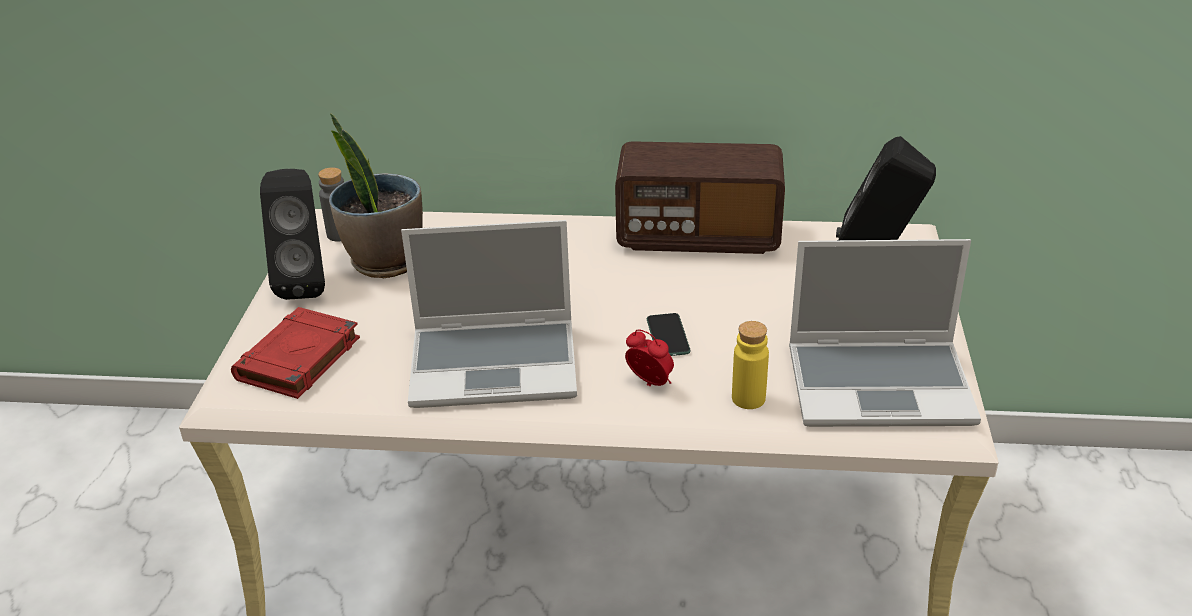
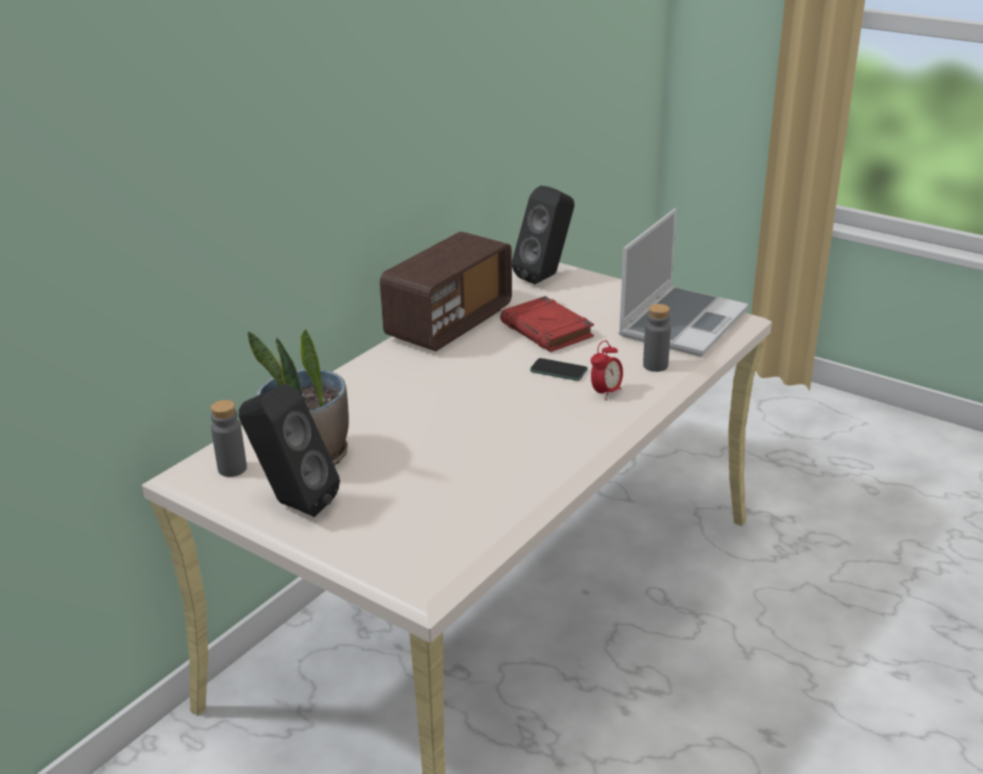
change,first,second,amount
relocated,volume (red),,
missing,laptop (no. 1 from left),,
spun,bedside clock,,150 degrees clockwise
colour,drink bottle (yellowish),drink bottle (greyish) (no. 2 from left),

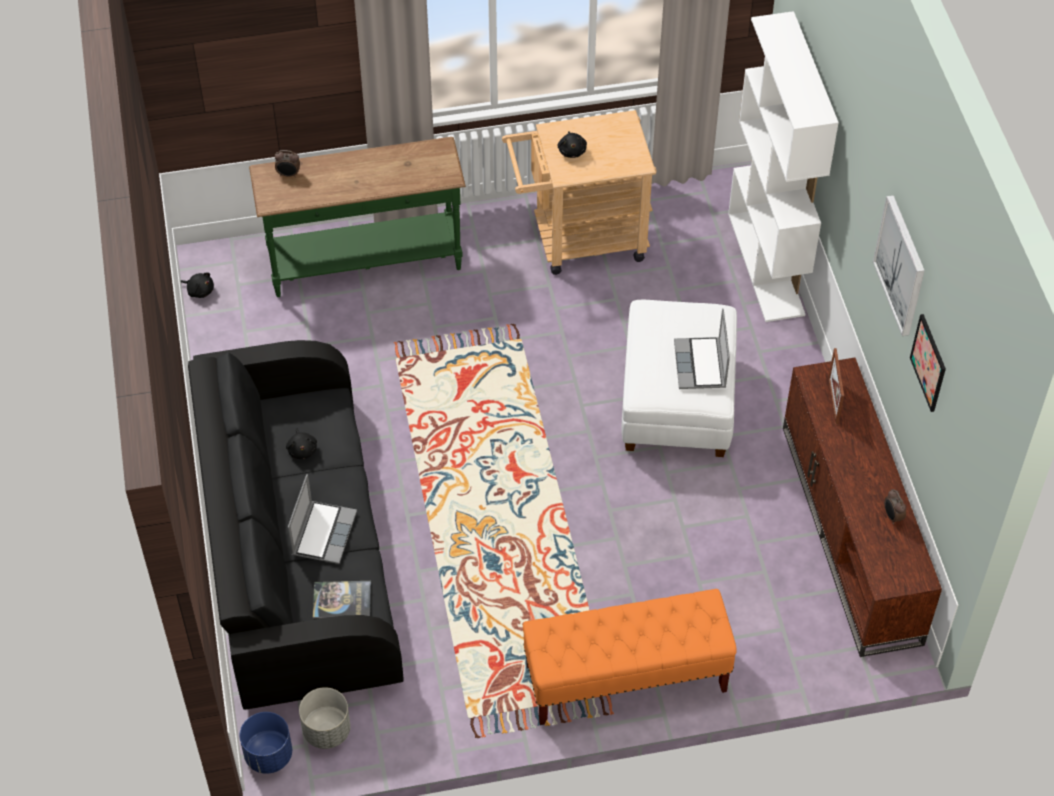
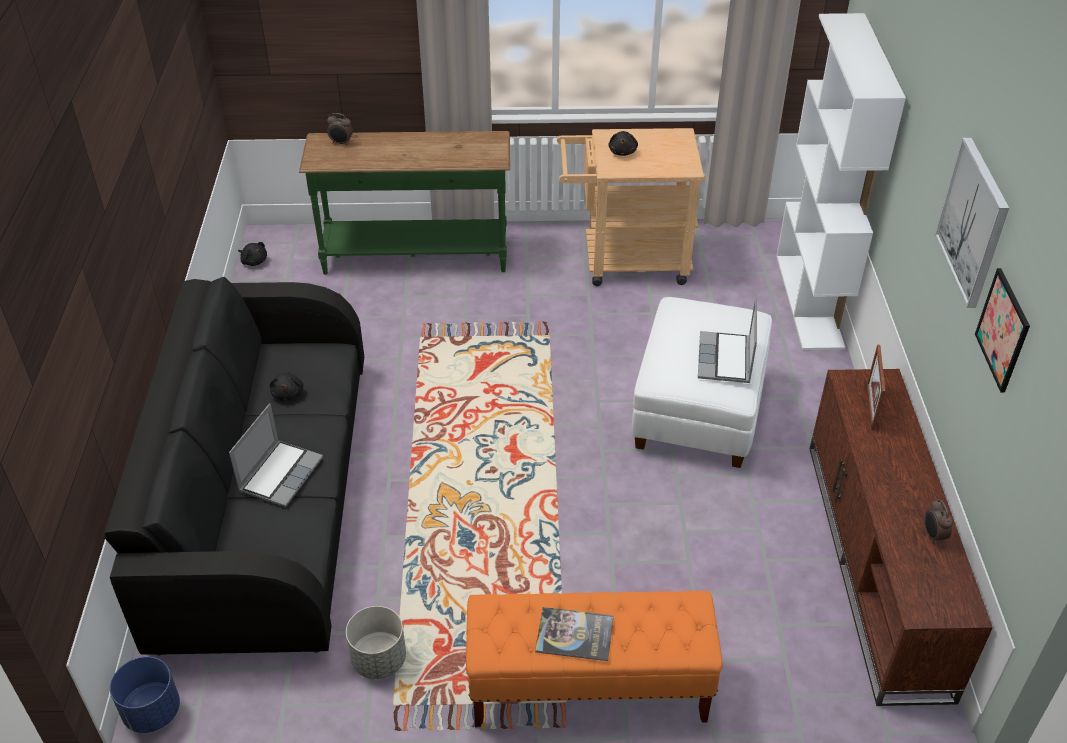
change,first,second,amount
relocated,flower pot (greyish),,
relocated,volume,,

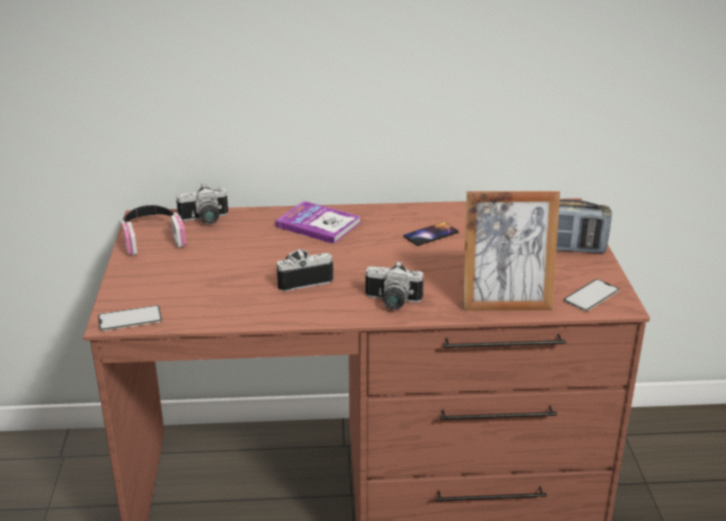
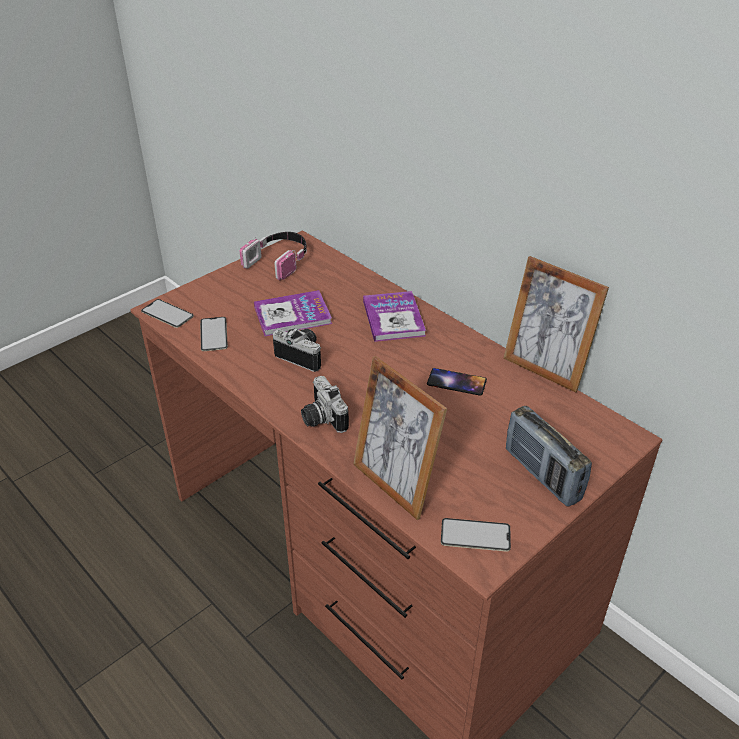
change,first,second,amount
missing,photo camera (no. 1 from left),,
appeared,,telephone (no. 2 from left),
appeared,,volume (no. 1 from left),
appeared,,picture frame (no. 2 from left),

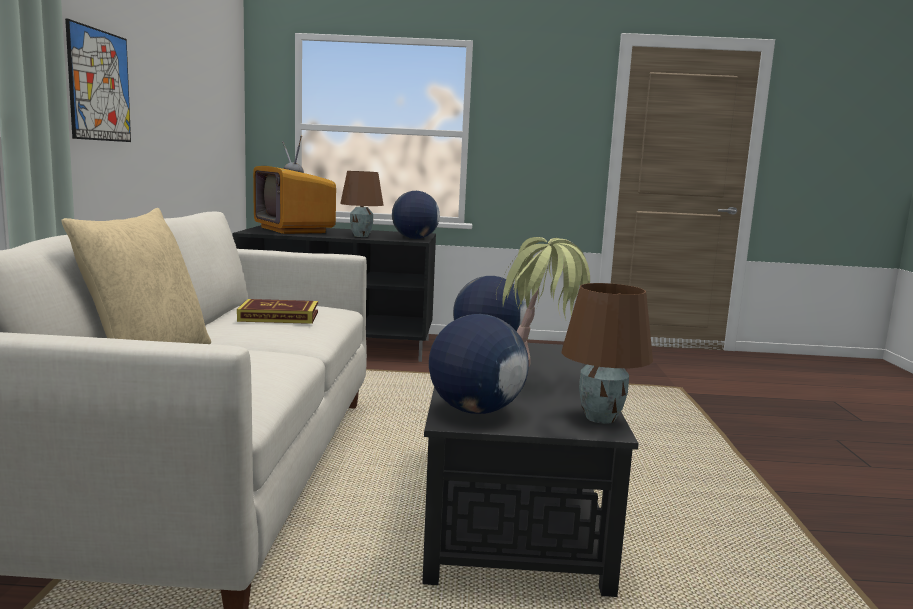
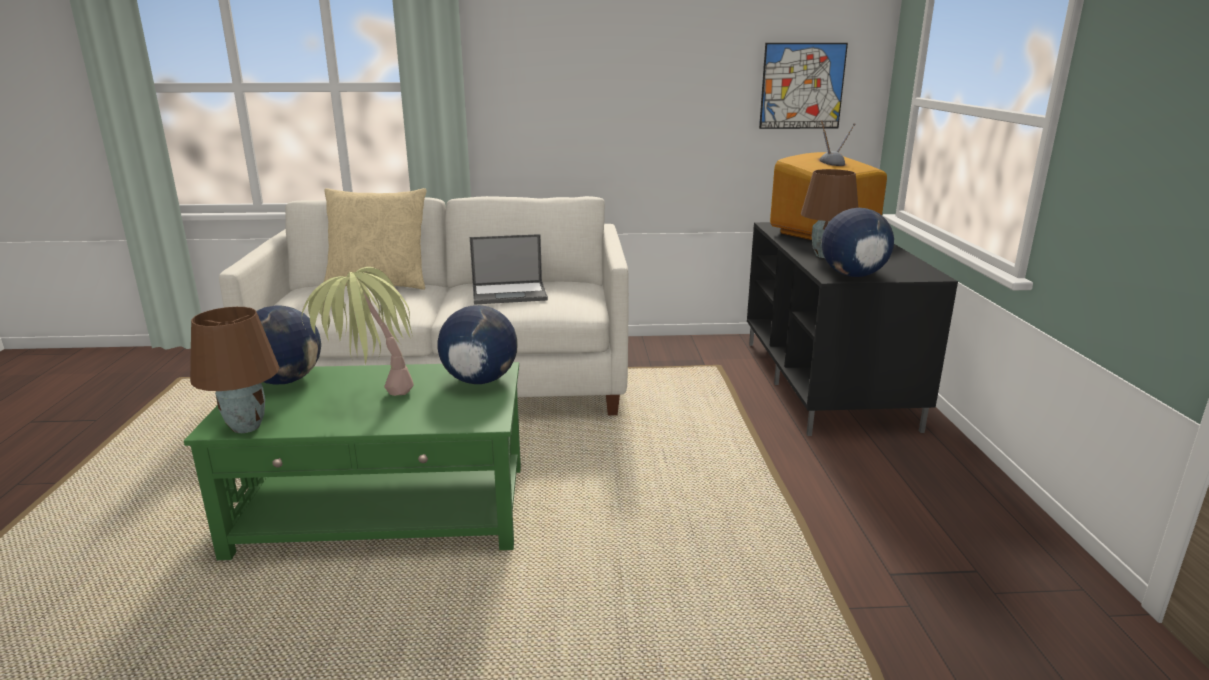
change,first,second,amount
relocated,picture,,
exchanged,volume,laptop,
colour,coffee table (black-coloured),coffee table (green),

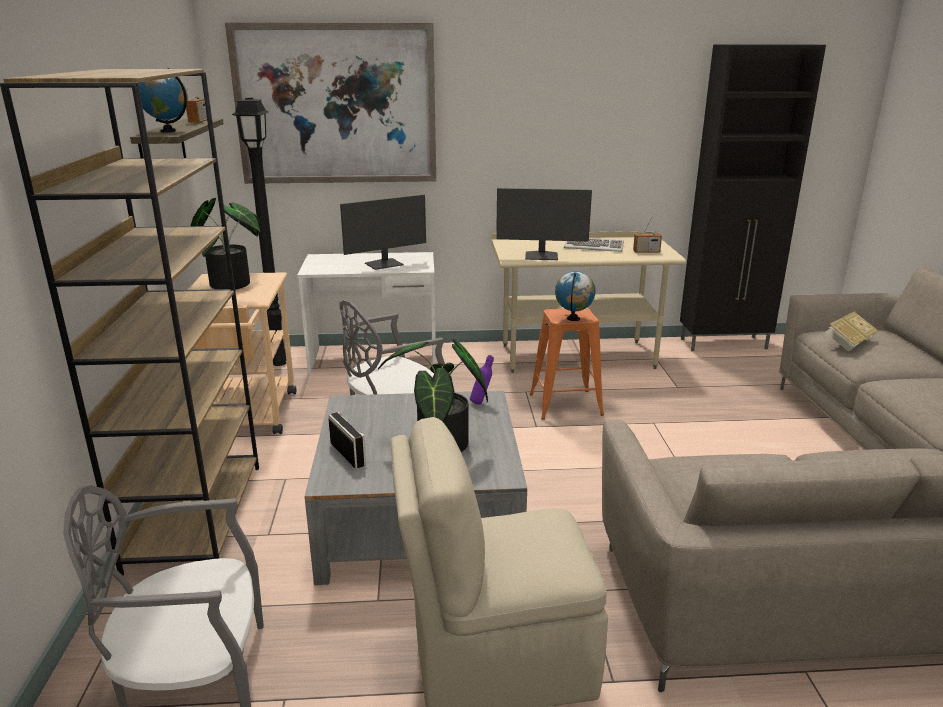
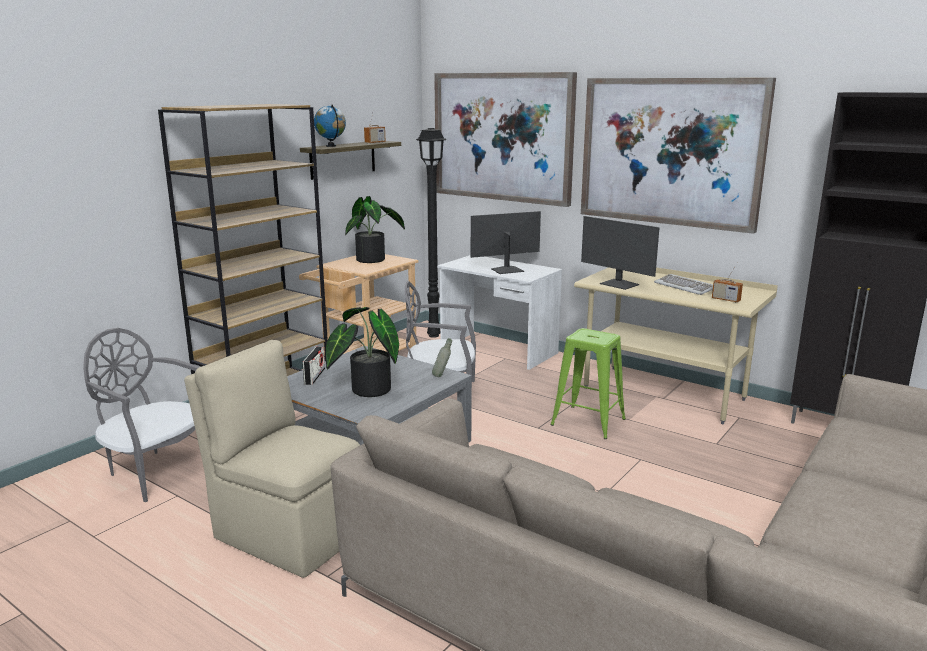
change,first,second,amount
spun,computer display (no. 1 from left),,150 degrees clockwise
colour,drink bottle (purplish),drink bottle (greyish),
colour,stool (orangey),stool (green),
missing,world globe (no. 2 from left),,
missing,volume,,
appeared,,picture (no. 2 from left),

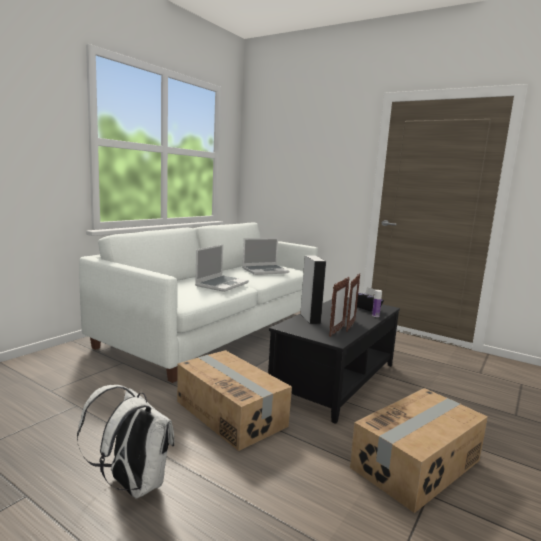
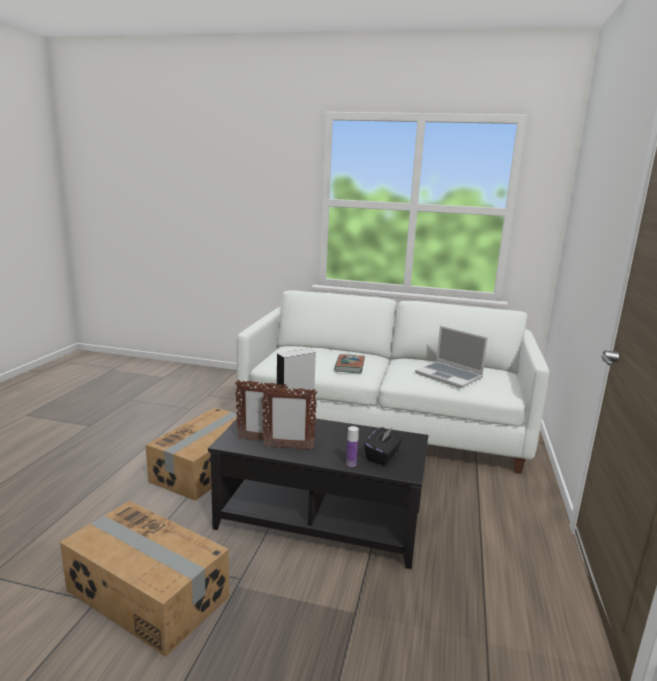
change,first,second,amount
missing,backpack (whitish),,
exchanged,laptop (no. 1 from left),volume,

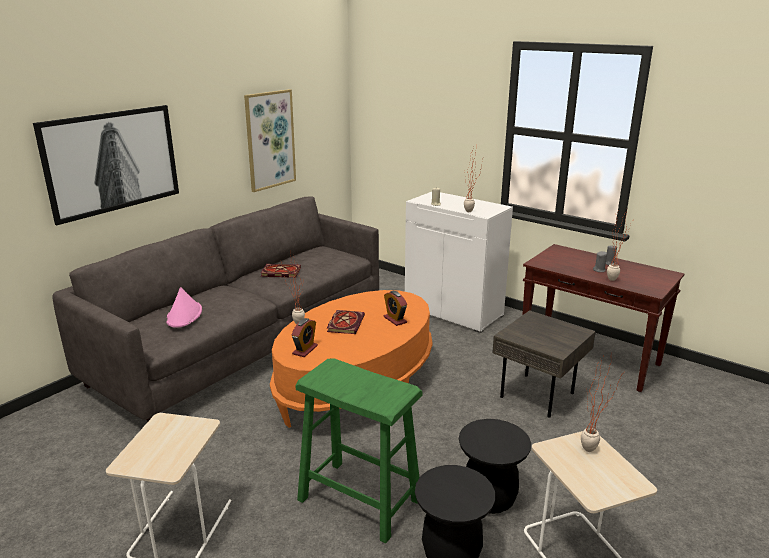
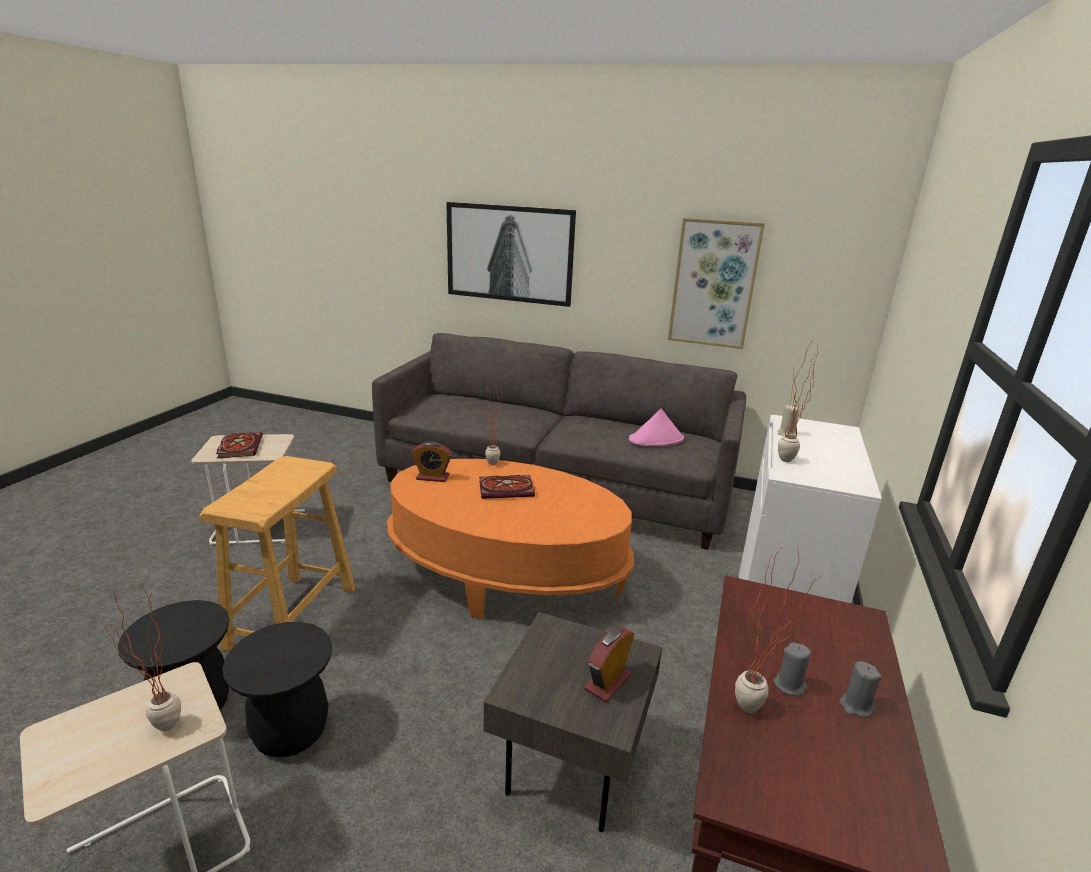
change,first,second,amount
relocated,clothing hat (pink),,
relocated,volume (no. 1 from left),,
colour,stool (green),stool (sand-coloured),
relocated,bedside clock (no. 2 from left),,

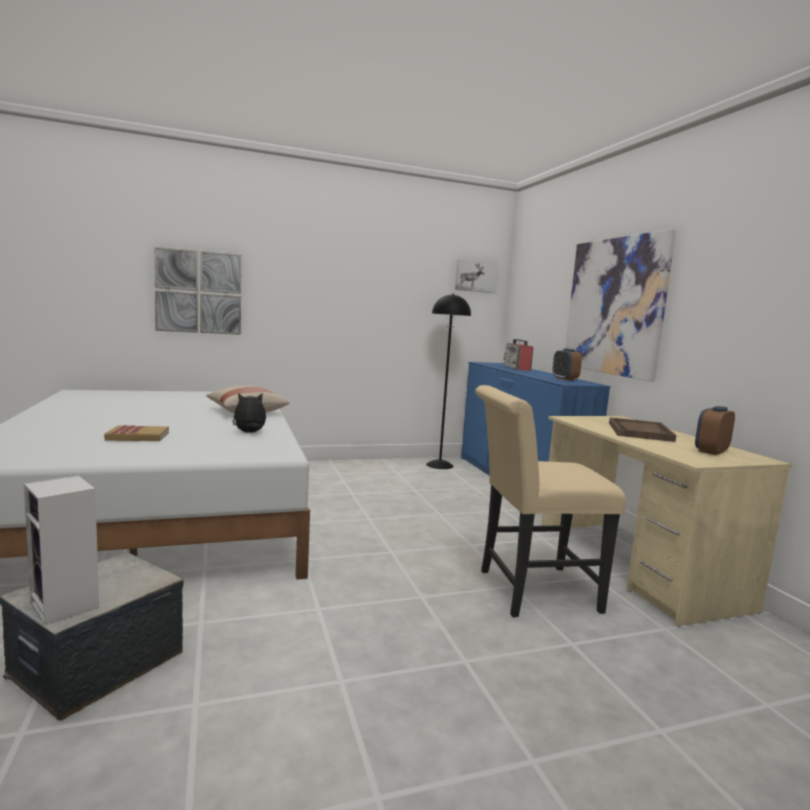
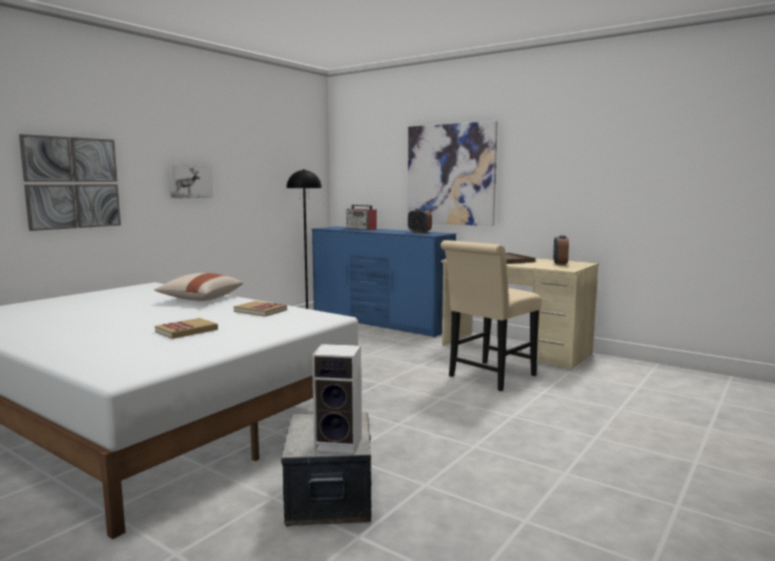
change,first,second,amount
exchanged,cuddly toy,volume (no. 2 from left),
relocated,picture (no. 2 from left),,

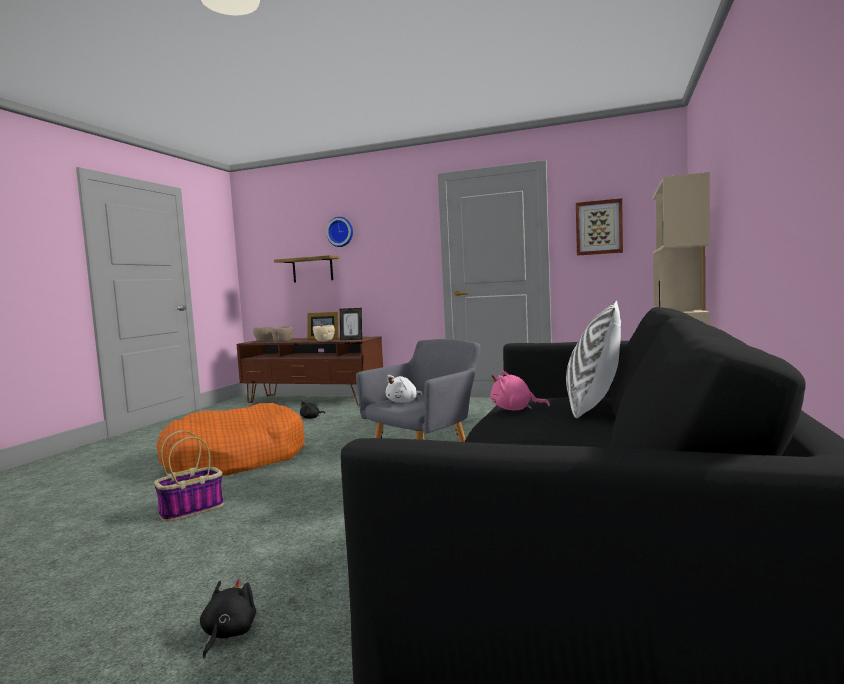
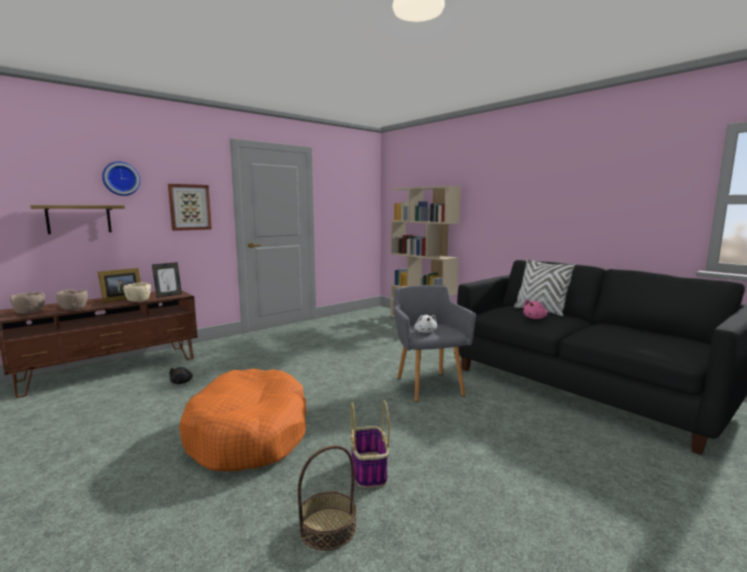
change,first,second,amount
missing,cuddly toy (black-coloured) (no. 1 from left),,
relocated,picture,,
appeared,,household basket (no. 1 from left),

